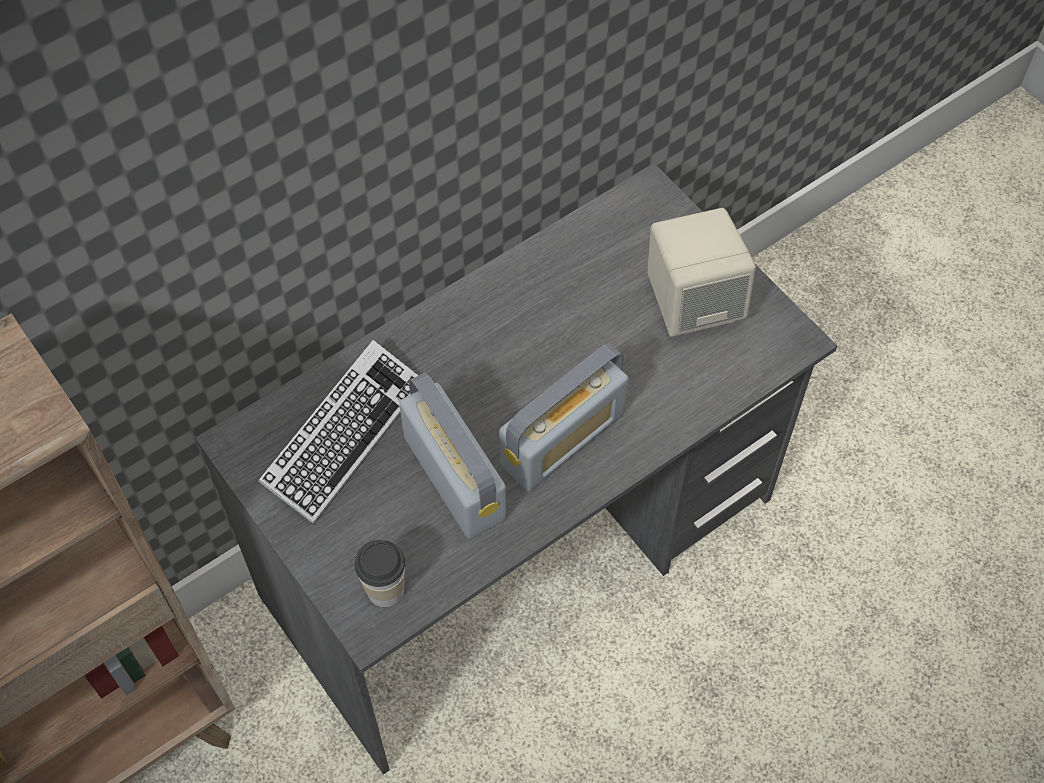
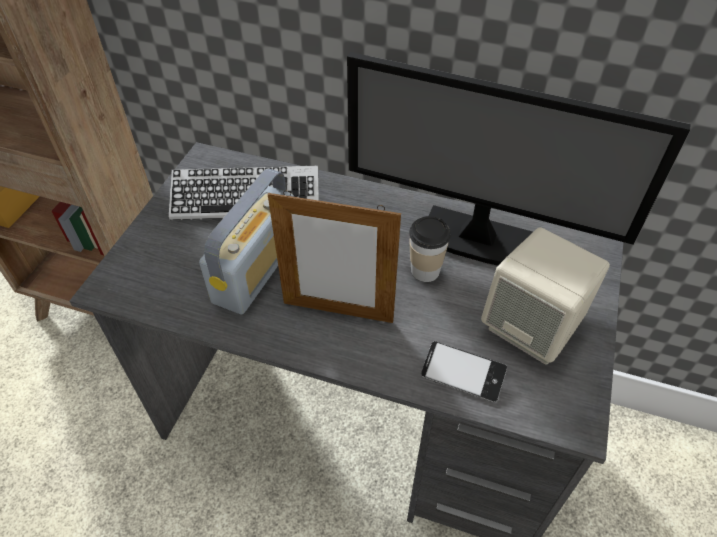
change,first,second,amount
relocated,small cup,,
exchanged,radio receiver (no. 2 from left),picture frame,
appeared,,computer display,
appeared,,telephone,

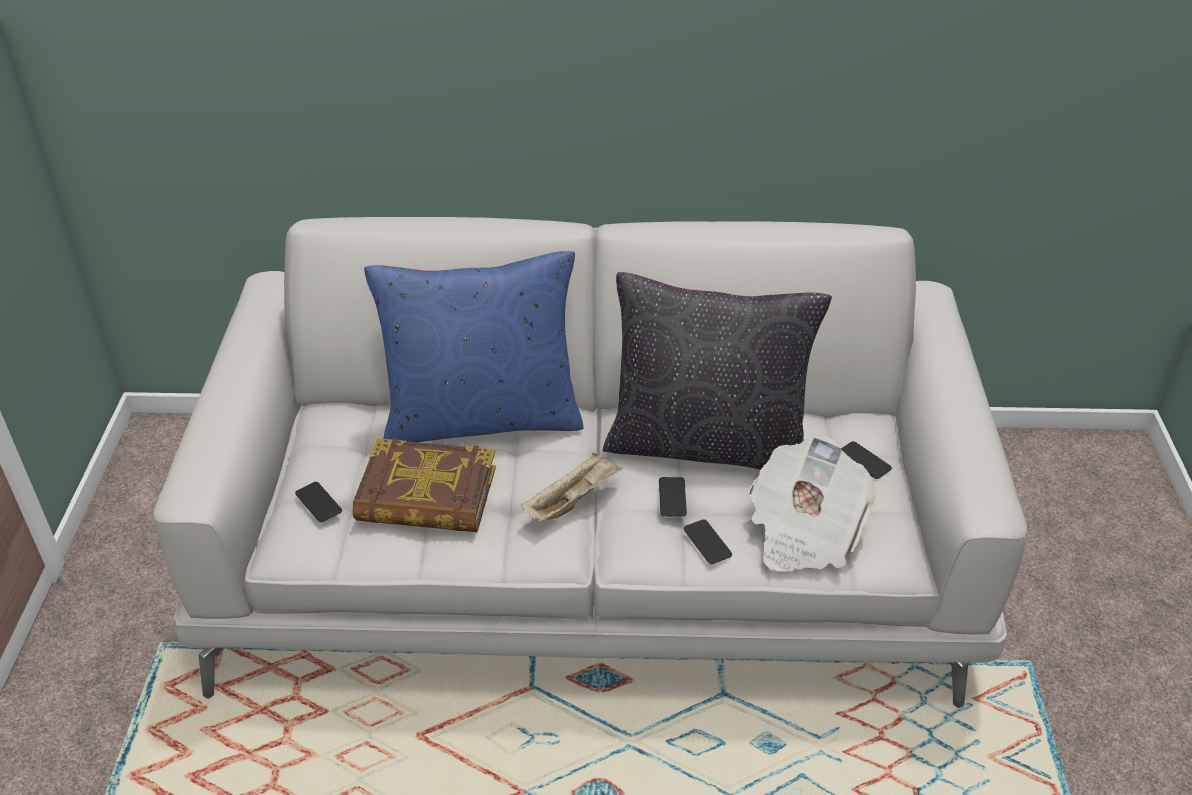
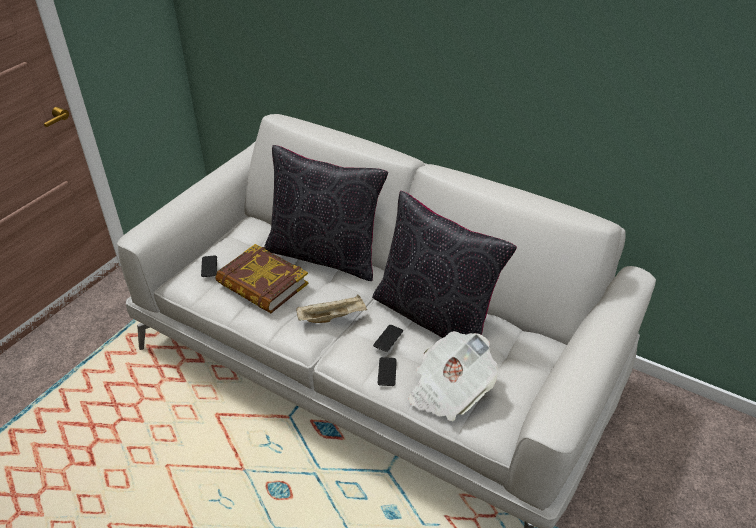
change,first,second,amount
colour,pillow (bluish),pillow (black-coloured) (no. 1 from left),
missing,telephone (no. 4 from left),,

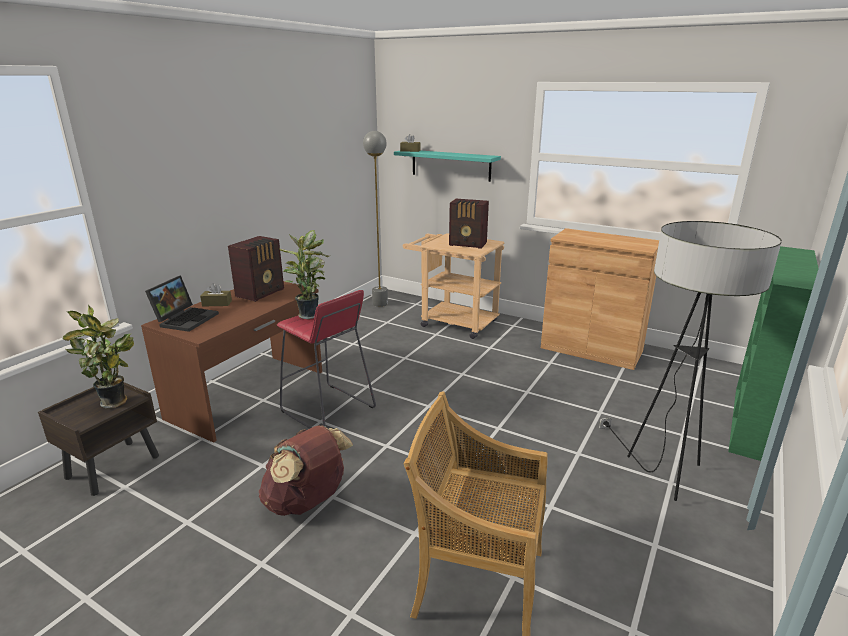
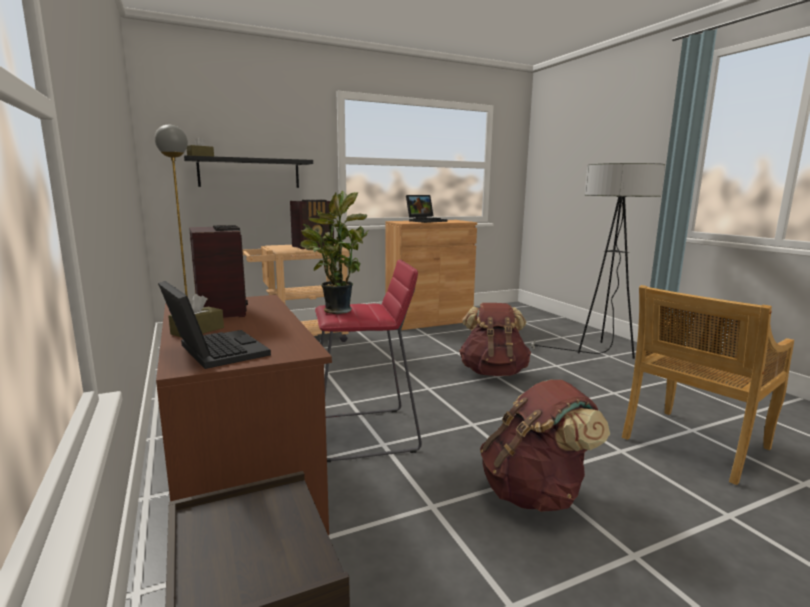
change,first,second,amount
missing,plant in a pot (no. 1 from left),,
colour,bracket shelf (blue-green),bracket shelf (black-coloured),
missing,shelving unit (green),,
appeared,,laptop (no. 2 from left),
appeared,,backpack (brownish) (no. 1 from left),

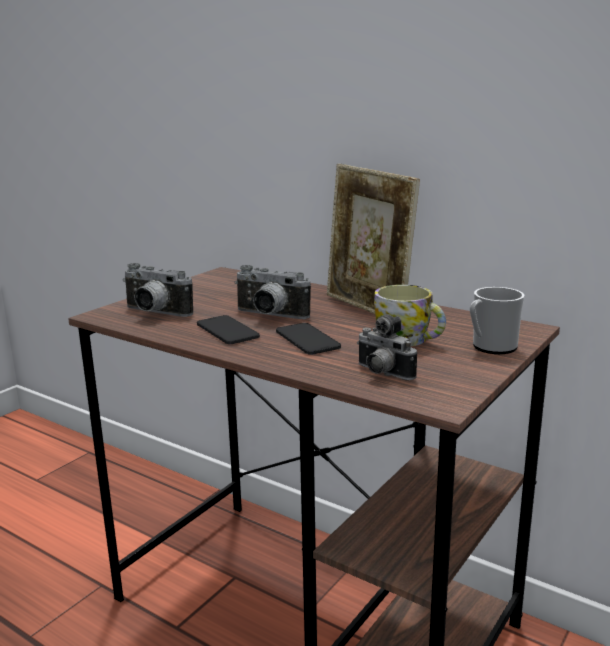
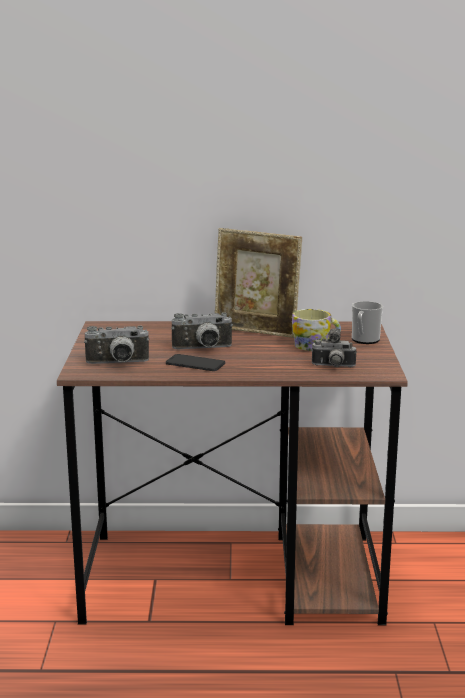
change,first,second,amount
missing,telephone (no. 2 from left),,

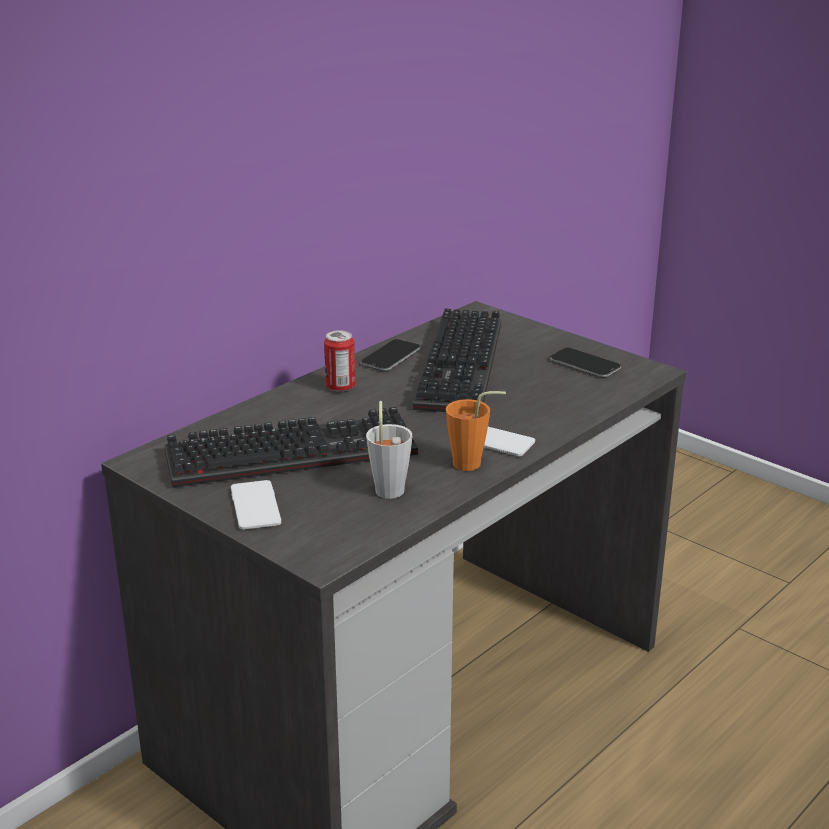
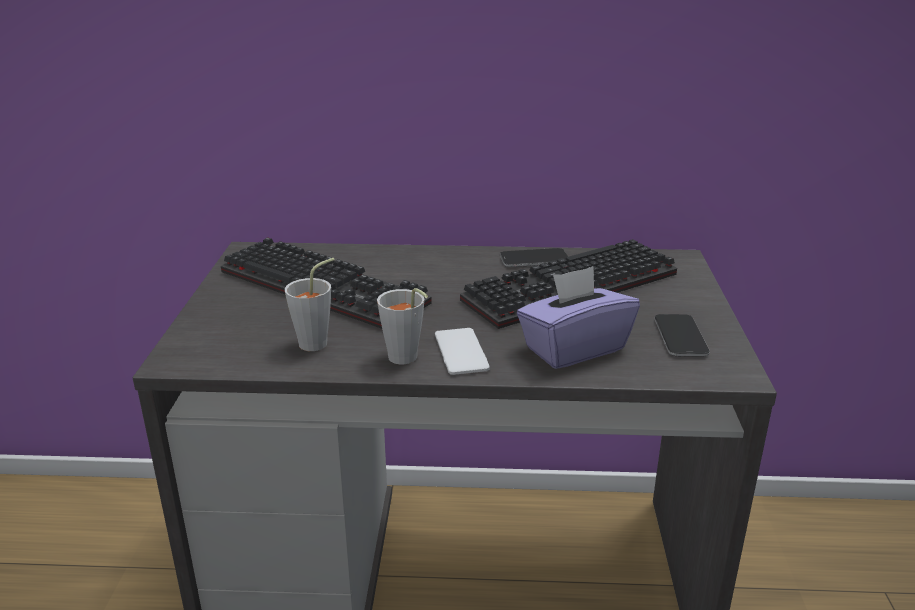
change,first,second,amount
missing,telephone (no. 1 from left),,
missing,sealed can,,
colour,small cup (orangey),small cup (greyish) (no. 2 from left),
appeared,,box of tissues (purplish),

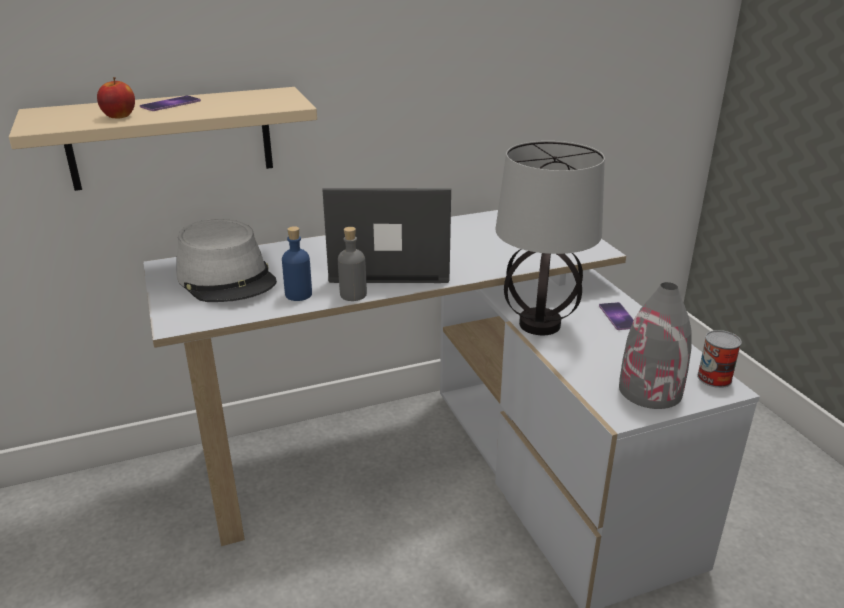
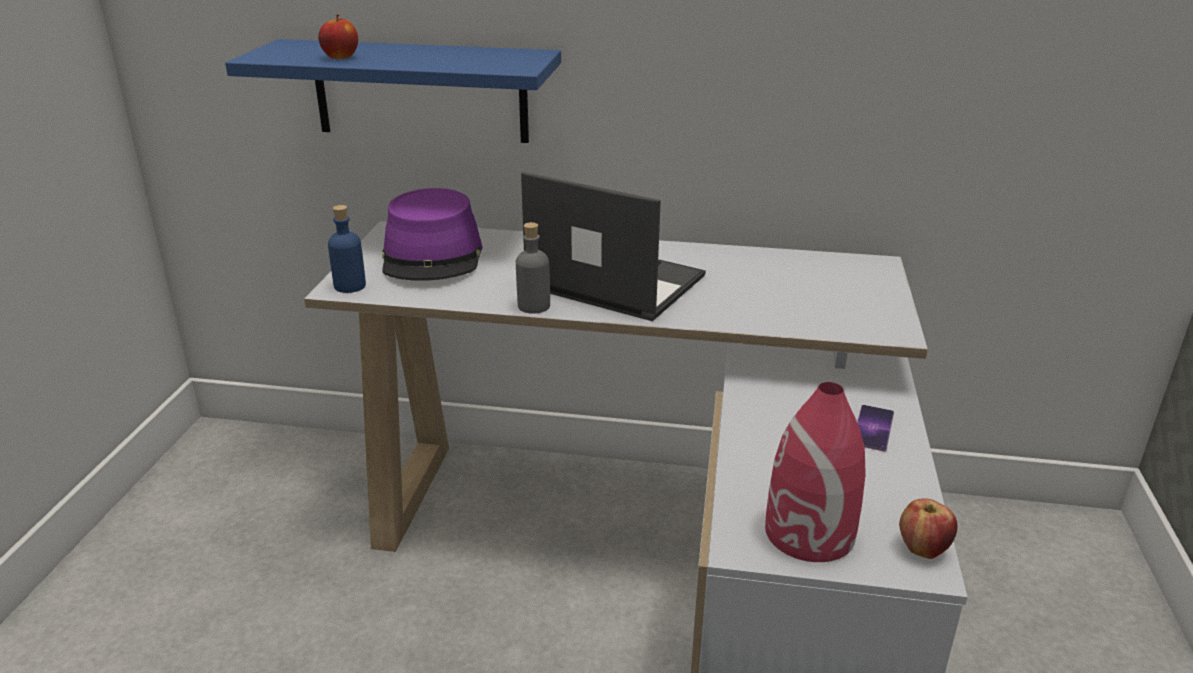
change,first,second,amount
colour,bracket shelf (sand-coloured),bracket shelf (bluish),
missing,telephone (no. 1 from left),,
colour,clothing hat (greyish),clothing hat (purplish),
relocated,drink bottle (bluish),,
missing,tabletop lamp,,
colour,flower vase (greyish),flower vase (red),
exchanged,sealed can,apple (no. 2 from left),

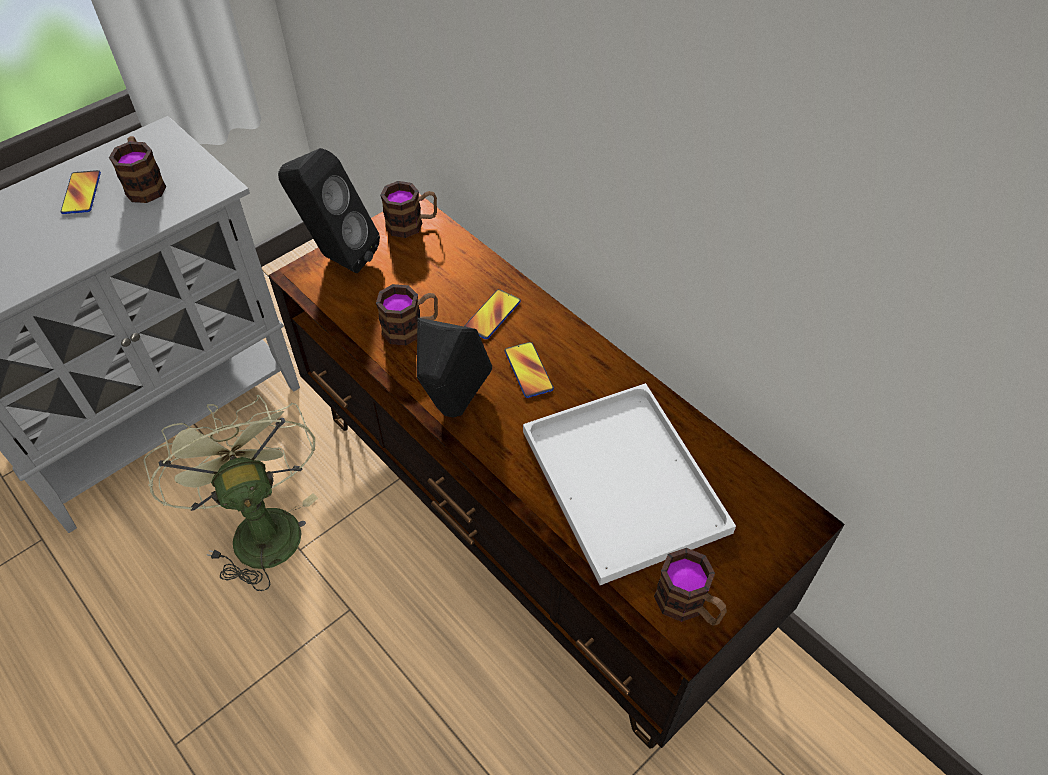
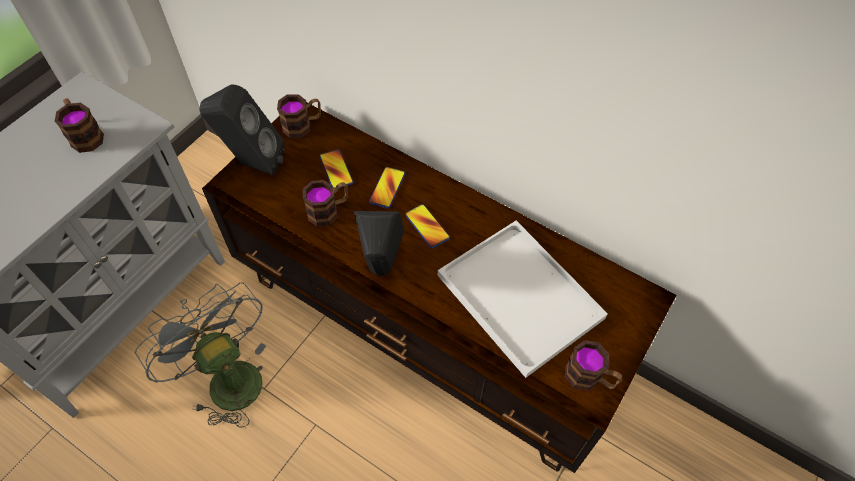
change,first,second,amount
relocated,telephone (no. 1 from left),,
colour,fan (green),fan (greyish),

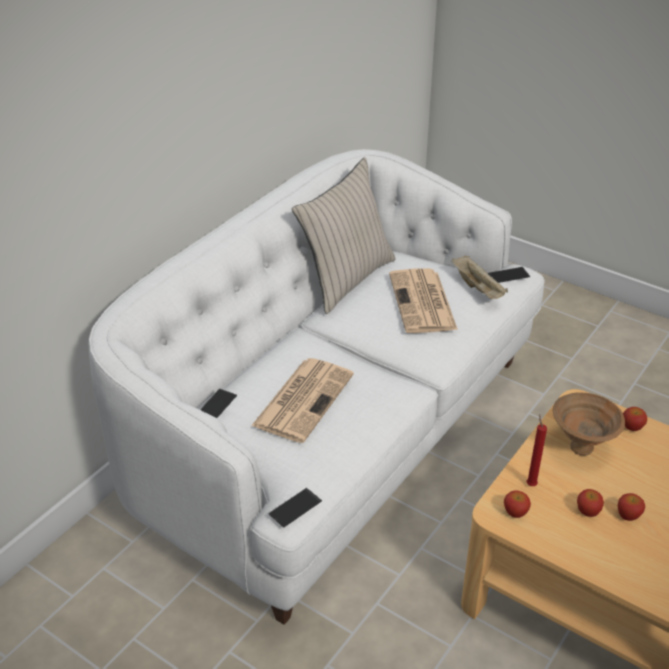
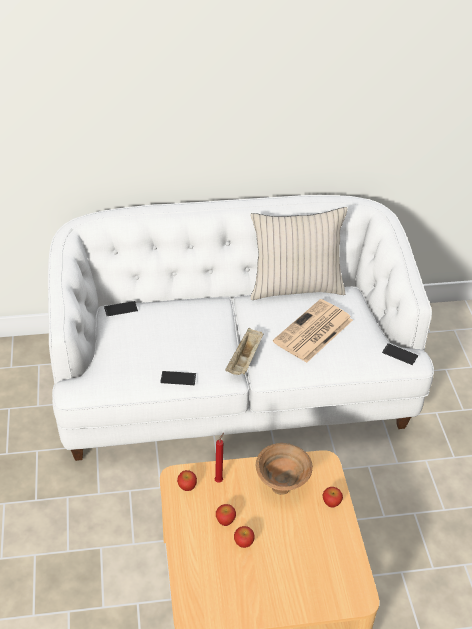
change,first,second,amount
missing,newspaper (no. 1 from left),,
relocated,telephone (no. 2 from left),,
relocated,serving tray (sand-coloured),,

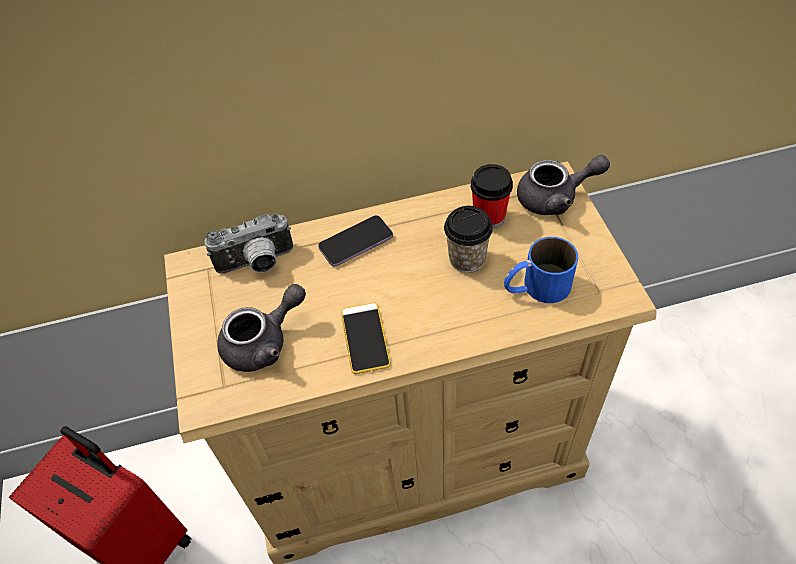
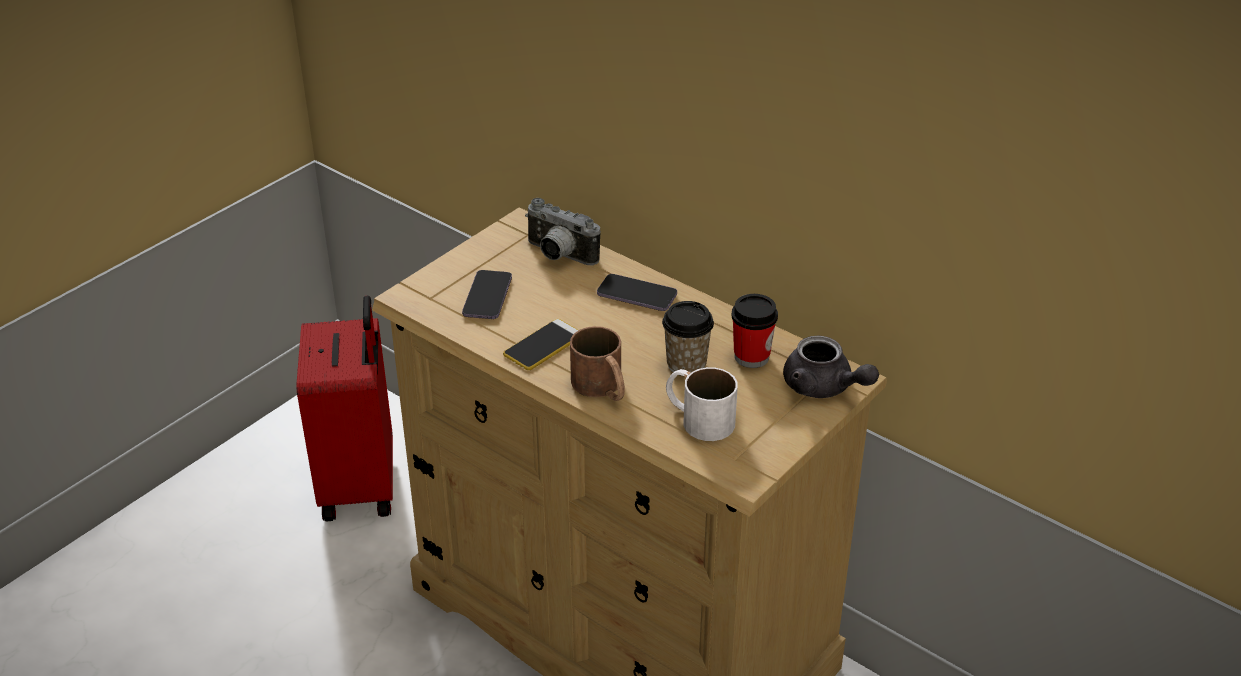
change,first,second,amount
exchanged,teapot (greyish) (no. 1 from left),telephone (no. 1 from left),
colour,coffee mug (bluish),coffee mug (whitish),
appeared,,coffee mug (brownish),

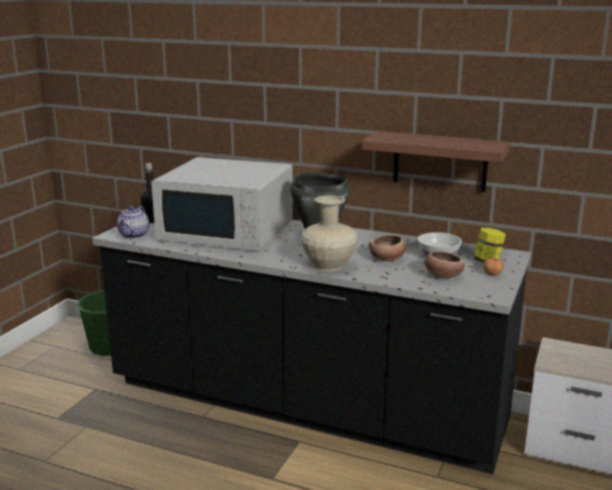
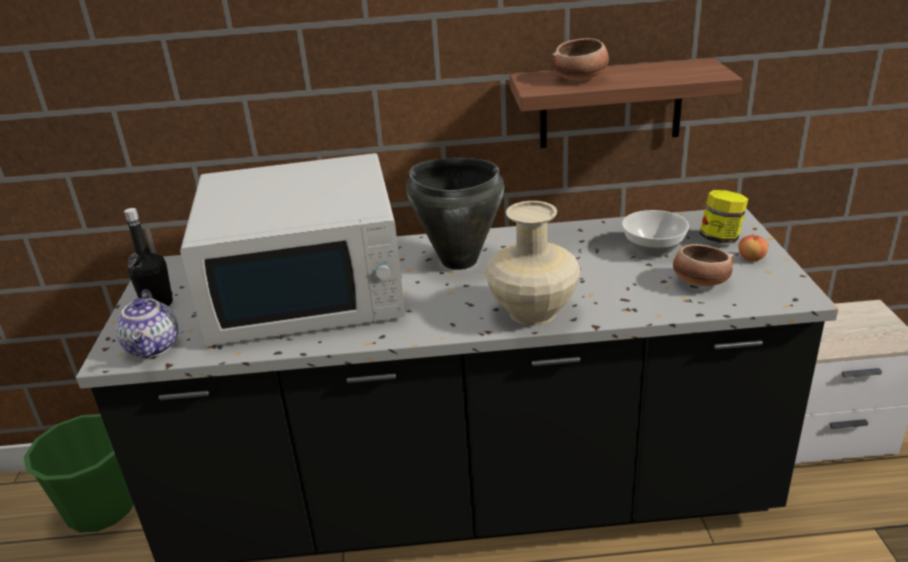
change,first,second,amount
relocated,deep dish (no. 1 from left),,

